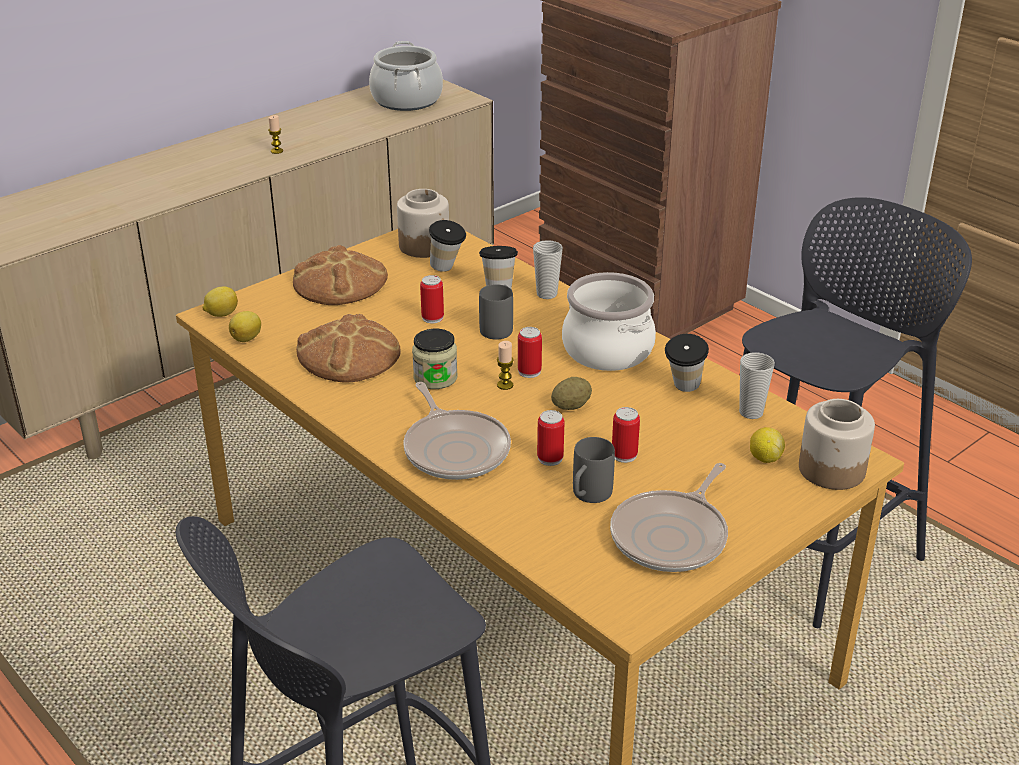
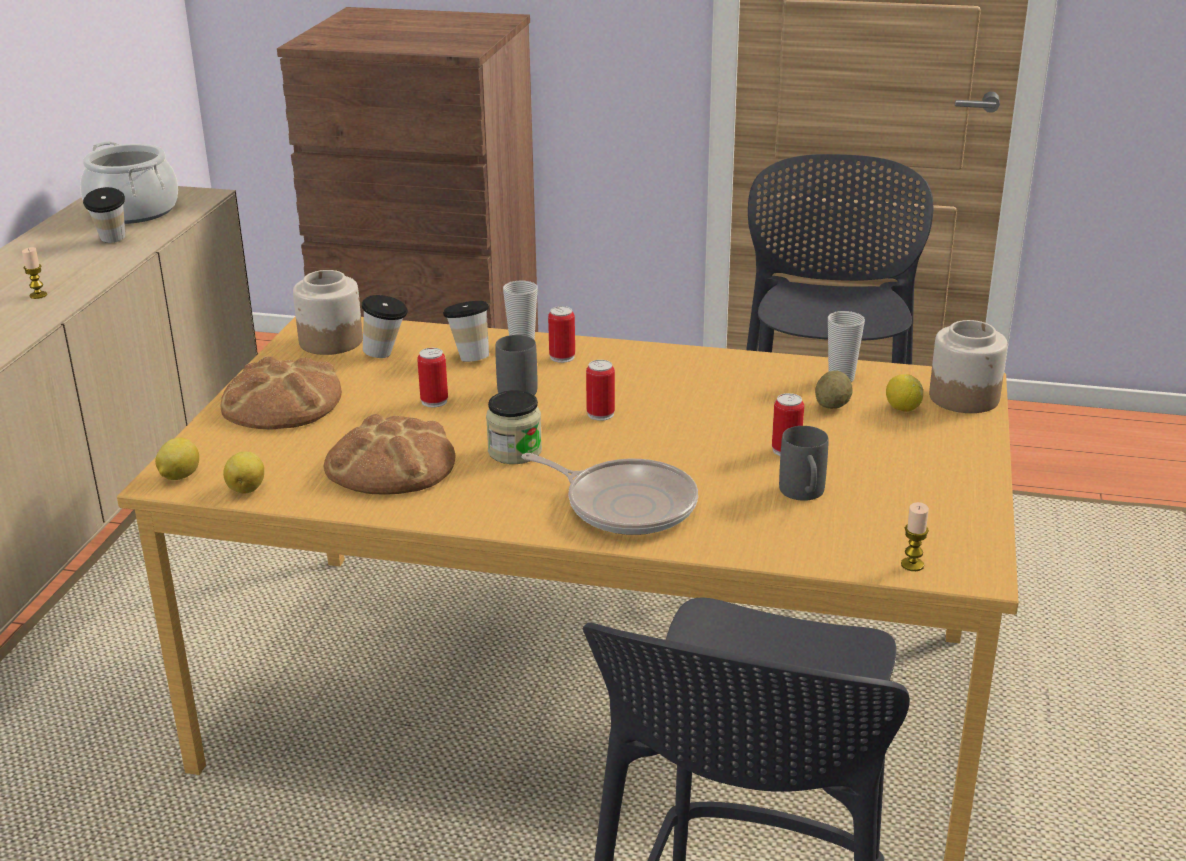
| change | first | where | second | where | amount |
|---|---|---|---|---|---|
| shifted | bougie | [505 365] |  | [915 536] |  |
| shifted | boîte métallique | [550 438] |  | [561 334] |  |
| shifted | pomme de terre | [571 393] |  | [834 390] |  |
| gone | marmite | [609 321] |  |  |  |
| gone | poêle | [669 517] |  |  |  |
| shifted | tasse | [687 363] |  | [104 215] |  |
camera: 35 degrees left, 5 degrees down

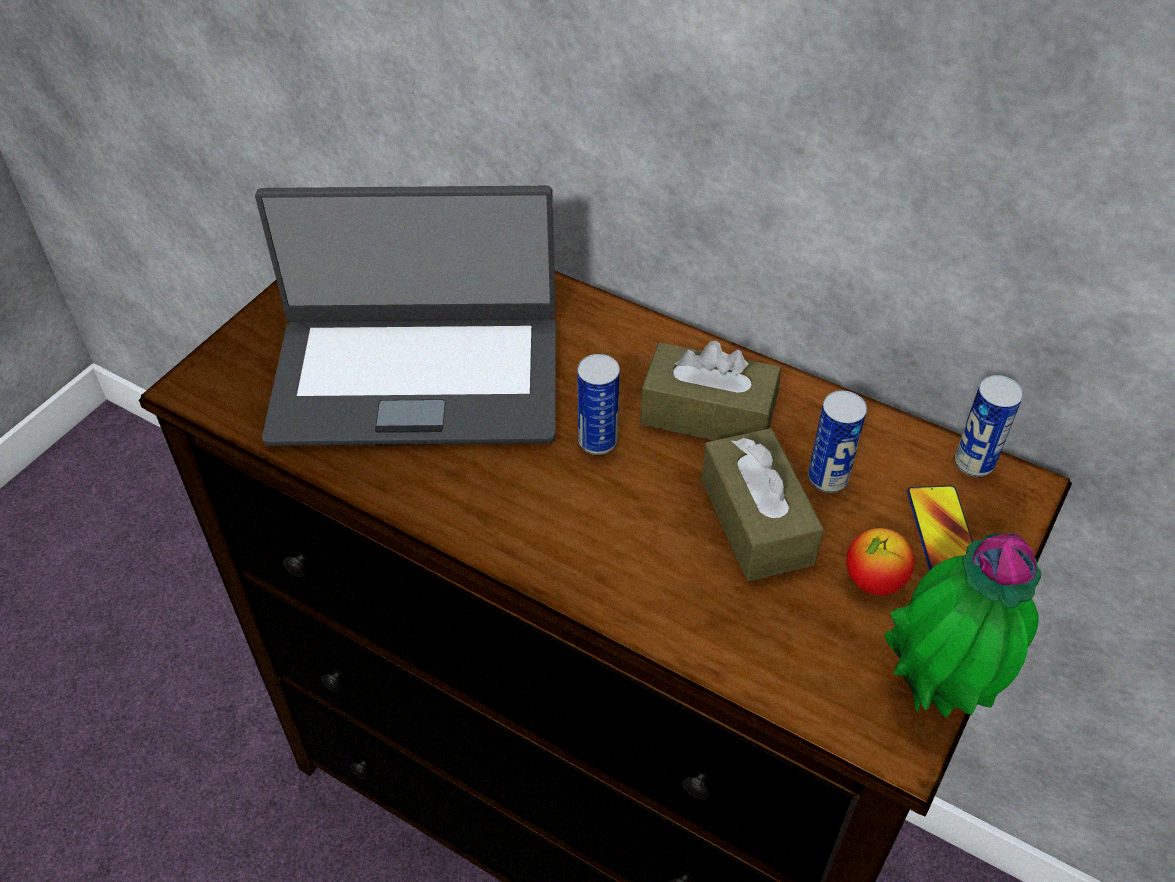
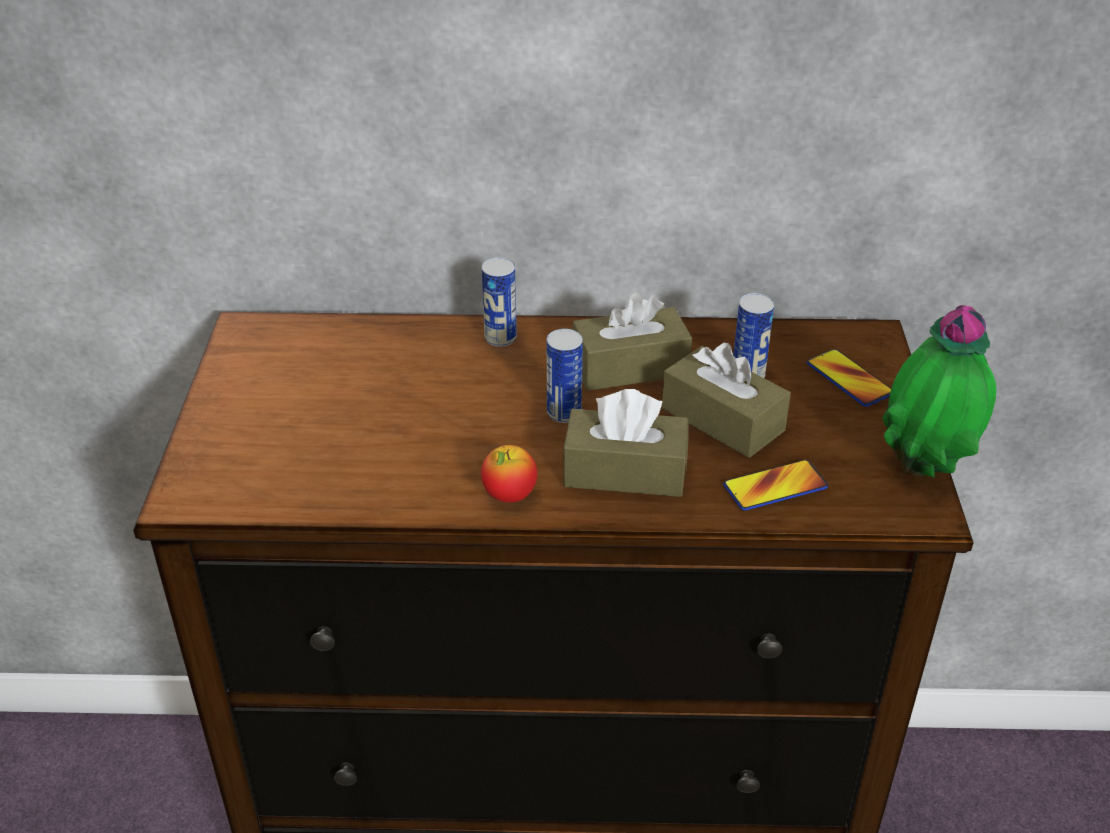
| change | first | where | second | where | amount |
|---|---|---|---|---|---|
| gone | ordinateur portable | [405 316] |  |  |  |
| shifted | pomme | [880 561] |  | [509 474] |  |
| shifted | boîte métallique | [988 426] |  | [499 302] |  |
| new |  |  | boîte à mouchoirs/marron | [625 443] |  |
| new |  |  | téléphone | [776 485] |  |
camera: 30 degrees left, 10 degrees down

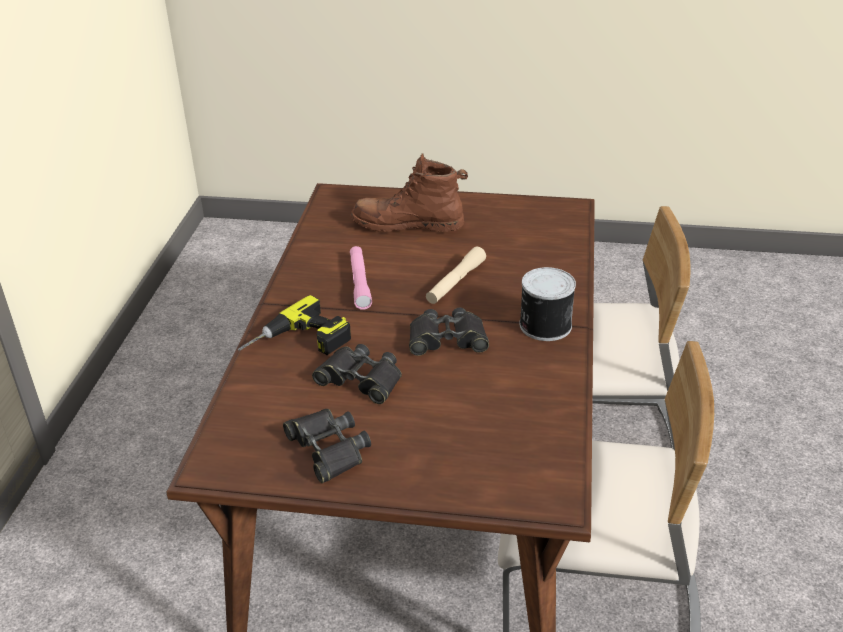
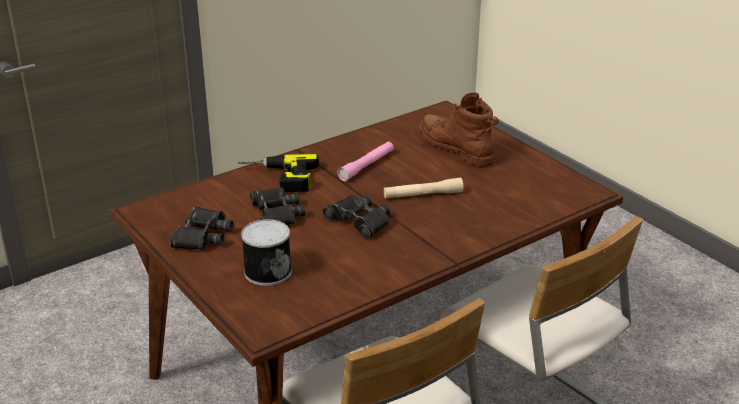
| change | first | where | second | where | amount |
|---|---|---|---|---|---|
| shifted | boîte métallique | [548 304] |  | [266 252] |  |
camera: 45 degrees right, 5 degrees down

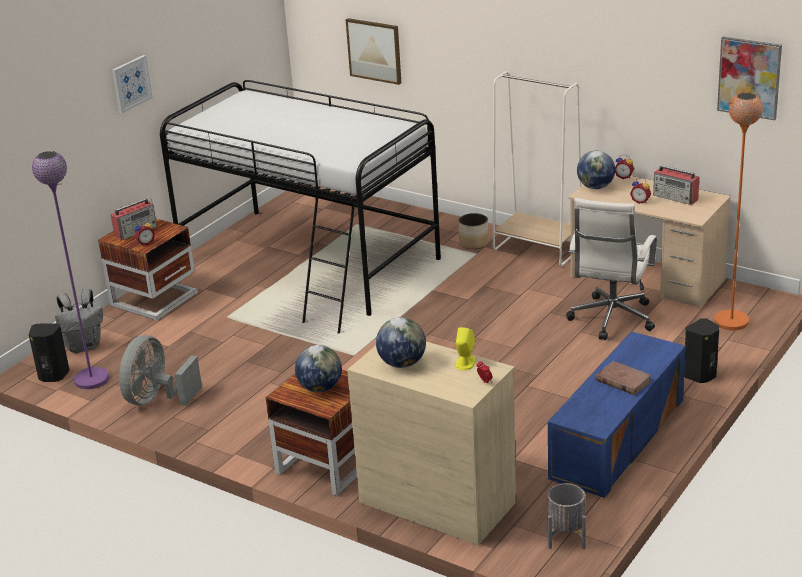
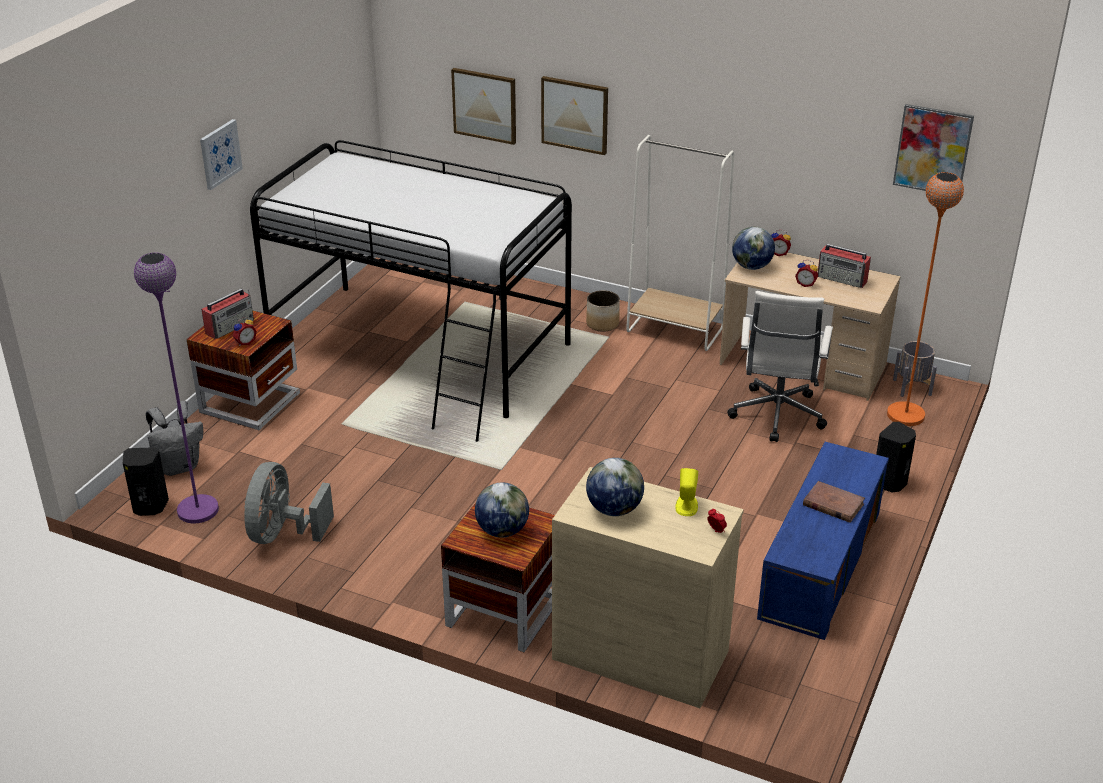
| change | first | where | second | where | amount |
|---|---|---|---|---|---|
| shifted | cache-pot/gris | [566 516] |  | [915 369] |  |
| new |  |  | tableau | [574 115] |  |
camera: 10 degrees left, 5 degrees up

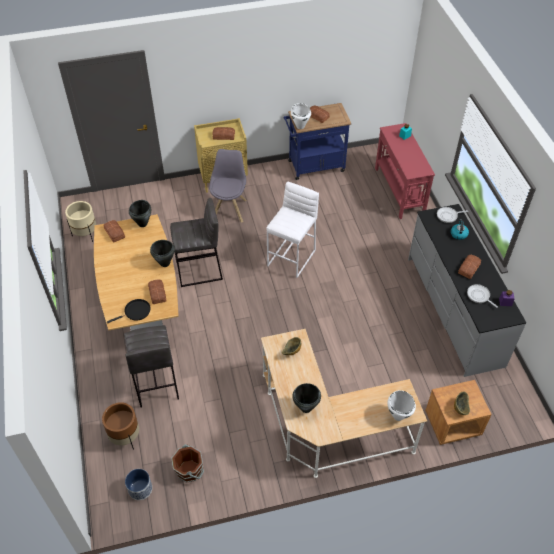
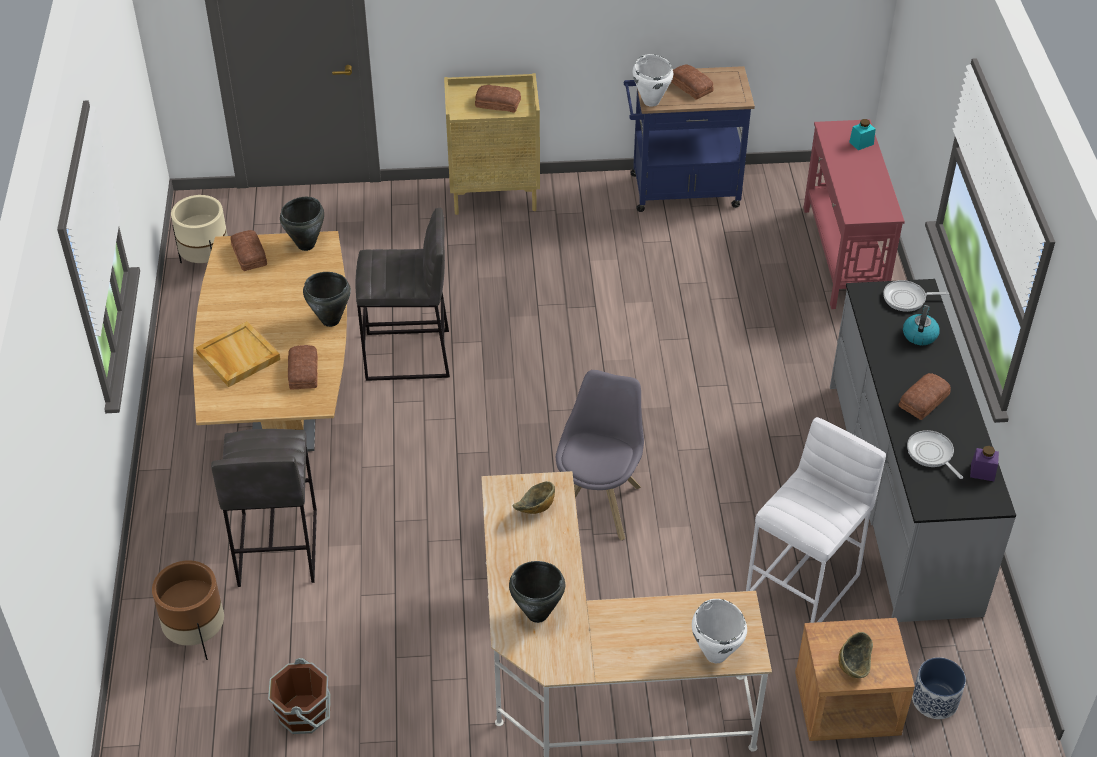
| change | first | where | second | where | amount |
|---|---|---|---|---|---|
| gone | poêle/noir | [129 311] |  |  |  |
| shifted | cache-pot | [138 484] |  | [939 688] |  |
| shifted | chaise/gris | [228 186] |  | [600 455] |  |
| shifted | tabouret/blanc | [292 230] |  | [816 520] |  |
| new |  |  | plateau/beige | [238 354] |  |
camera: 10 degrees right, 5 degrees down

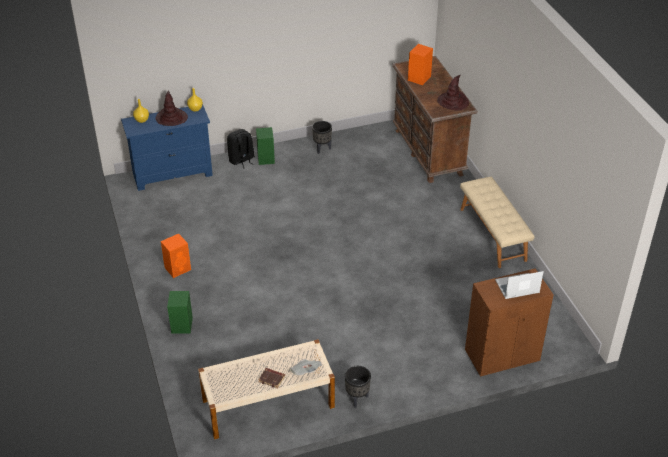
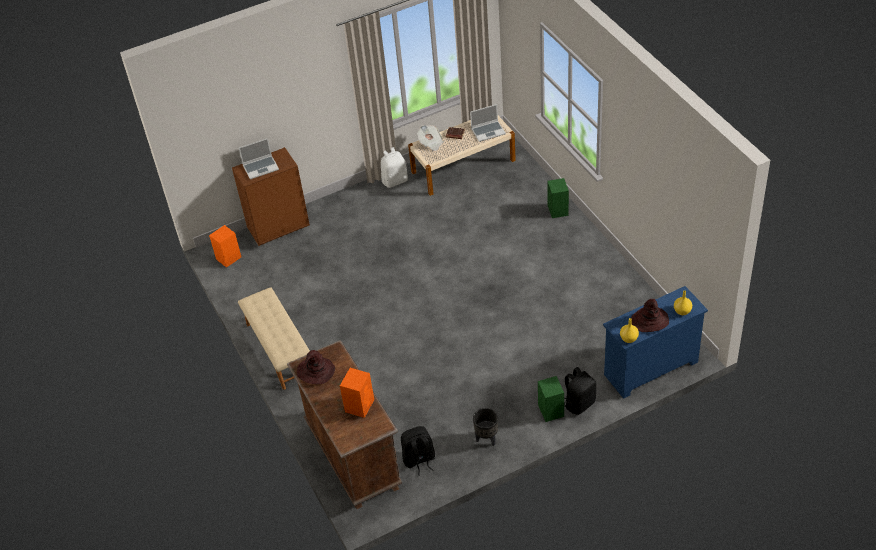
| change | first | where | second | where | amount |
|---|---|---|---|---|---|
| shifted | enceinte/orange | [176 256] |  | [225 246] |  |
| swapped | cache-pot/noir | [358 387] | sac à dos/blanc | [394 167] |  |
| new |  |  | sac à dos/noir | [418 451] |  |
| new |  |  | ordinateur portable | [488 123] |  |
camera: 175 degrees right, 5 degrees up

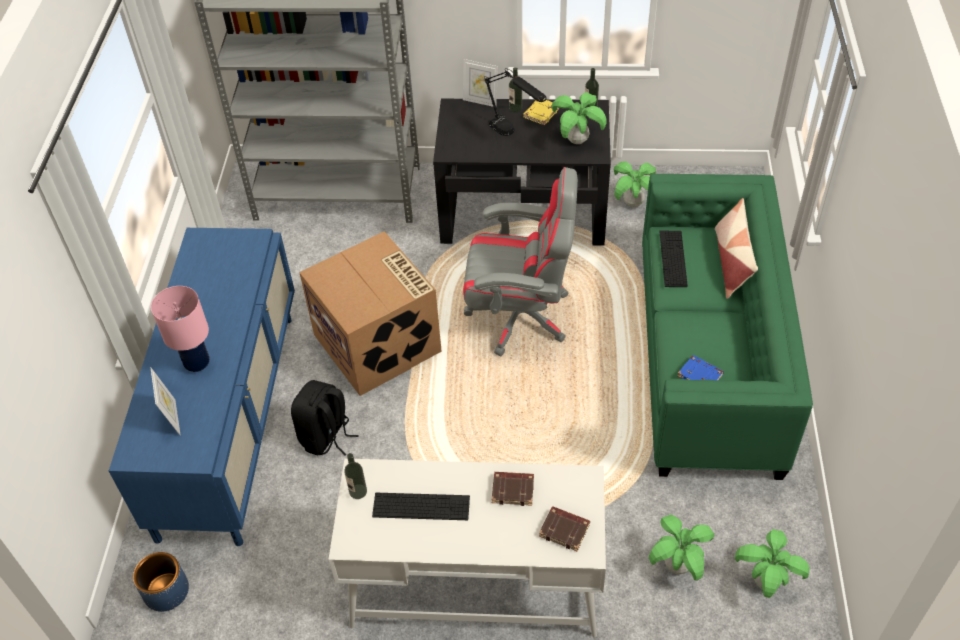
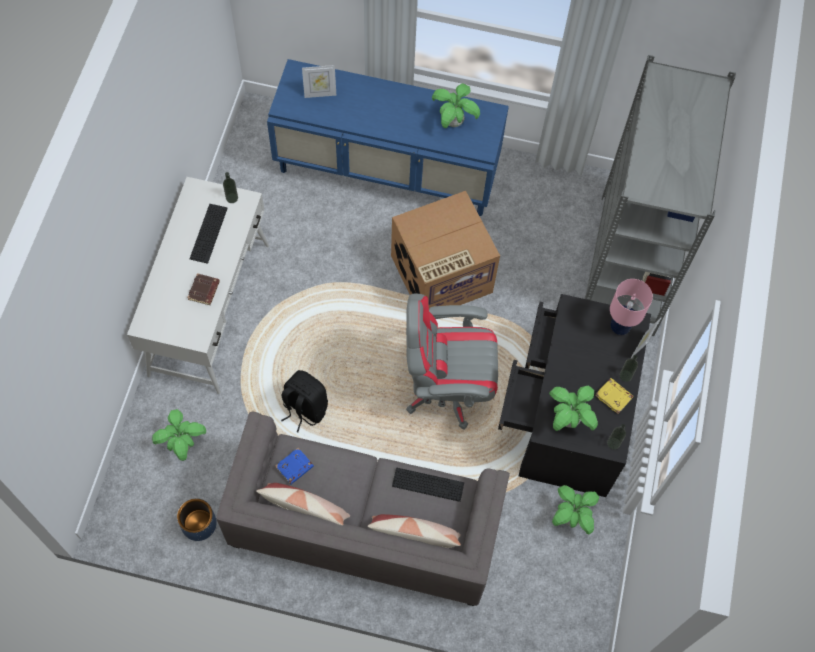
| change | first | where | second | where | amount |
|---|---|---|---|---|---|
| shifted | cache-pot/bleu | [161 582] |  | [197 519] |  |
| shifted | lampe de table/rose | [180 329] |  | [631 307] |  |
| shifted | sac à dos/noir | [325 417] |  | [304 401] |  |
| rotated | chaise de bureau/gris | [520 261] |  | [452 361] | 75 degrees clockwise |
| gone | lampe de table/noir | [515 102] |  |  |  |
| gone | livre/marron | [564 529] |  |  |  |
| repainted | canapé/vert | [727 327] | canapé/gris | [363 509] |  |
| shifted | plante en pot | [772 563] |  | [456 106] |  |
| new |  |  | coussin | [303 504] |  |
camera: 95 degrees right, 15 degrees up

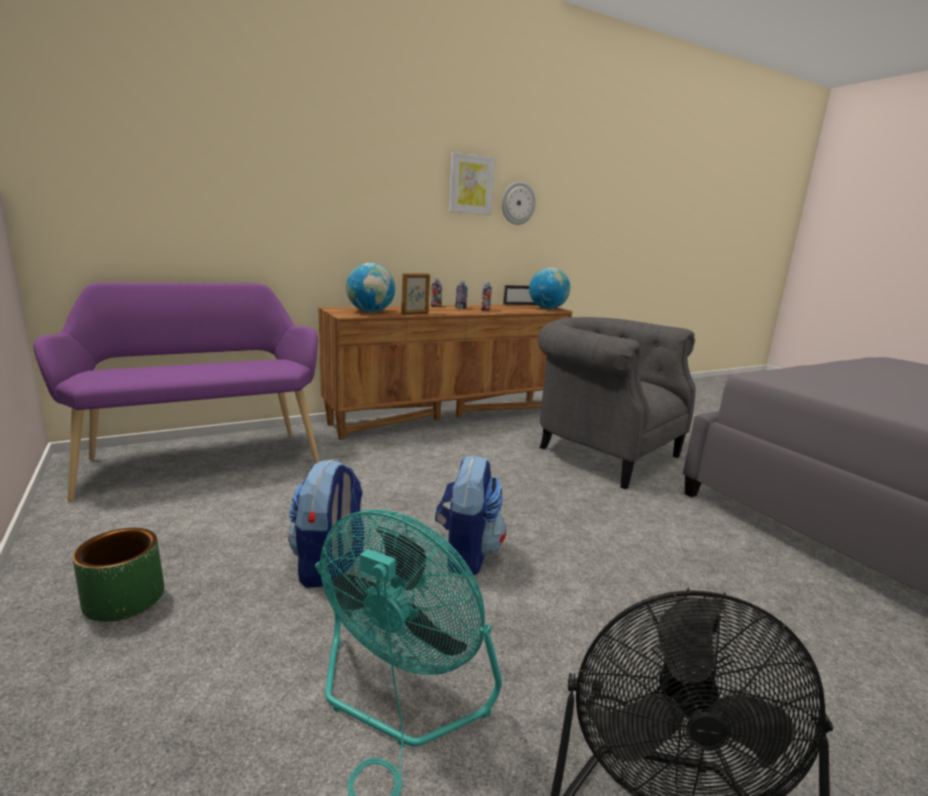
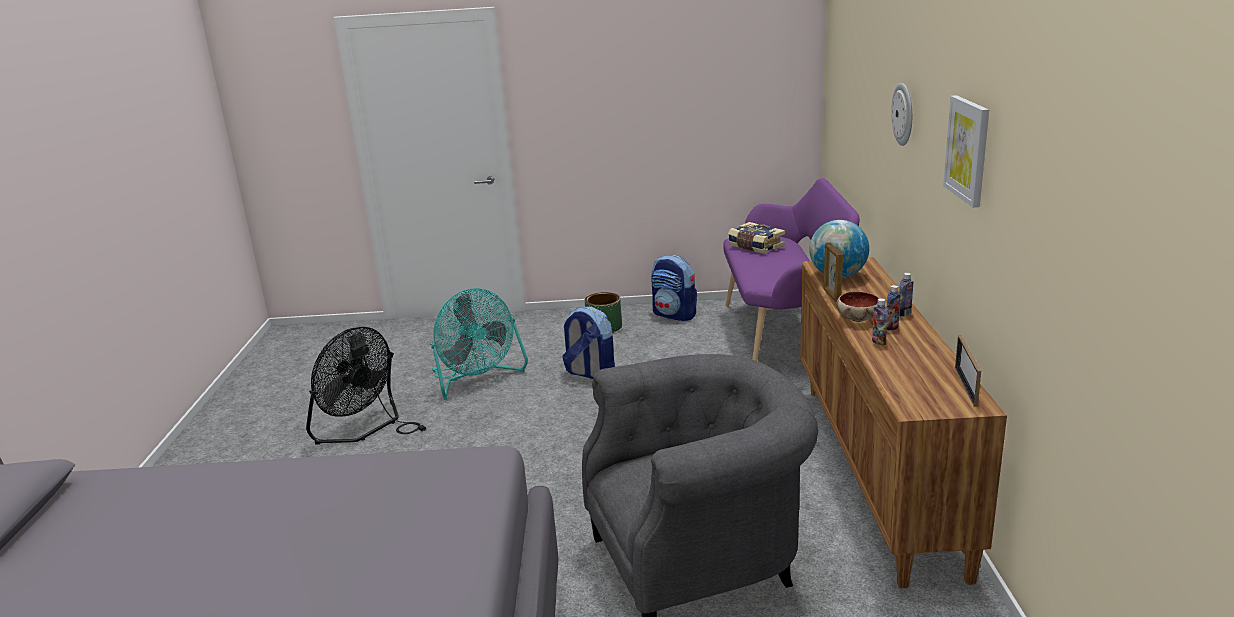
| change | first | where | second | where | amount |
|---|---|---|---|---|---|
| shifted | sac à dos | [470 515] |  | [674 288] |  |
| shifted | horloge murale | [519 203] |  | [901 114] |  |
| gone | globe | [549 288] |  |  |  |
| new |  |  | livre | [756 238] |  |
| new |  |  | bol | [857 307] |  |
camera: 120 degrees right, 5 degrees up

